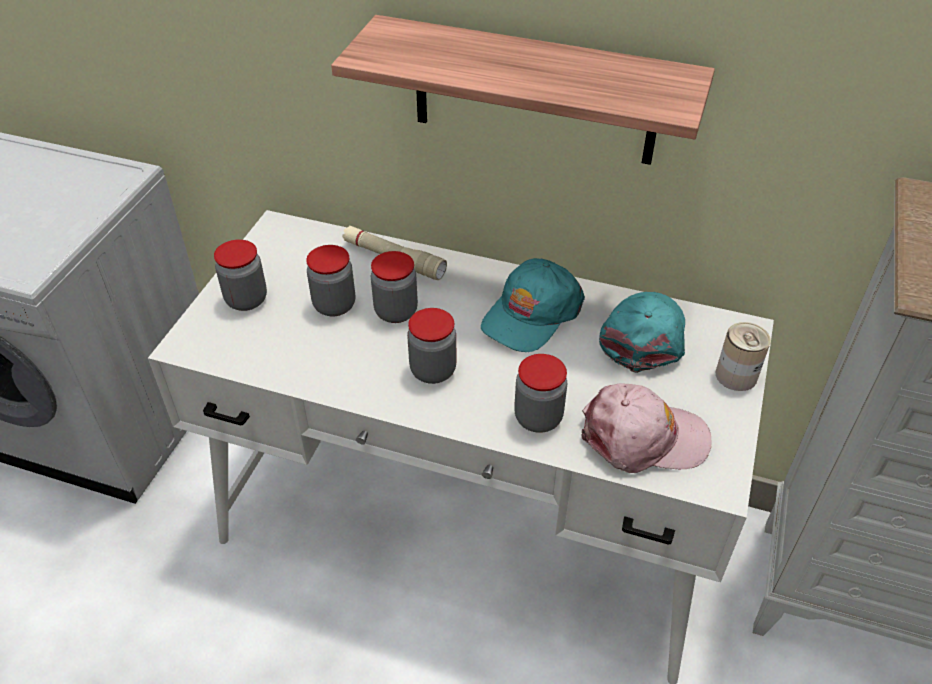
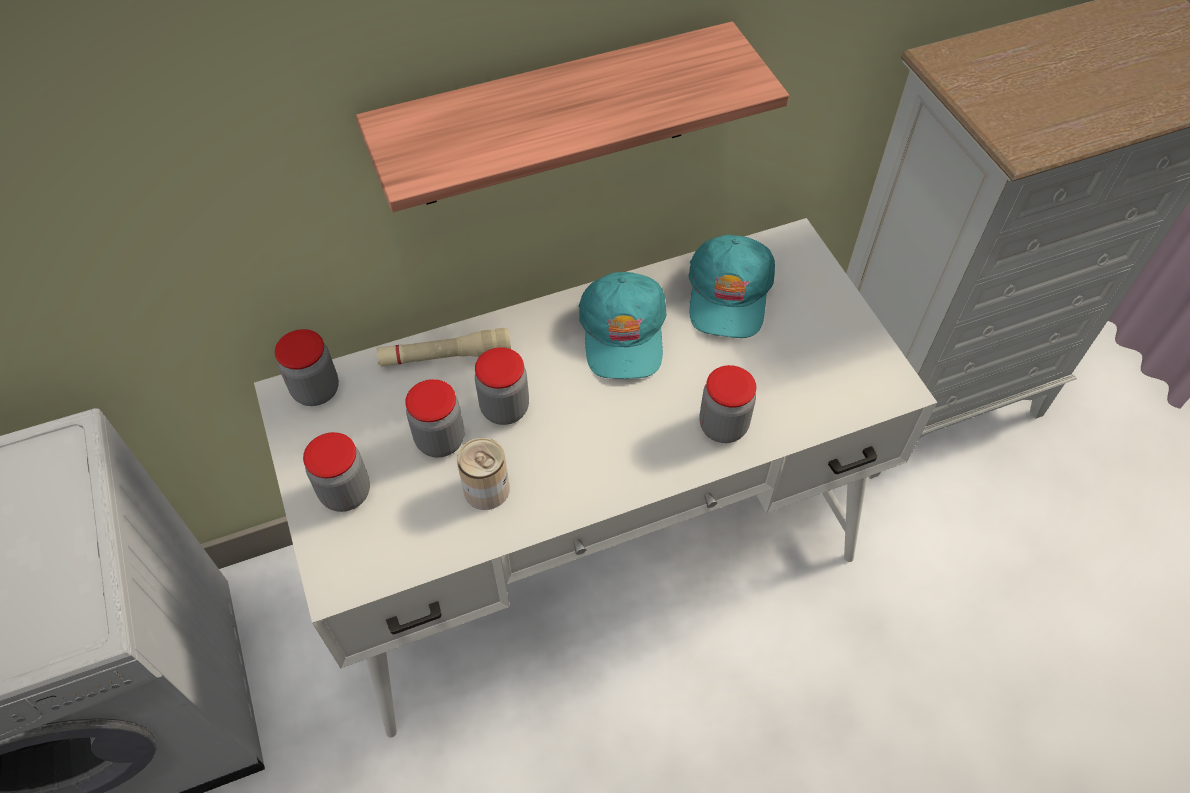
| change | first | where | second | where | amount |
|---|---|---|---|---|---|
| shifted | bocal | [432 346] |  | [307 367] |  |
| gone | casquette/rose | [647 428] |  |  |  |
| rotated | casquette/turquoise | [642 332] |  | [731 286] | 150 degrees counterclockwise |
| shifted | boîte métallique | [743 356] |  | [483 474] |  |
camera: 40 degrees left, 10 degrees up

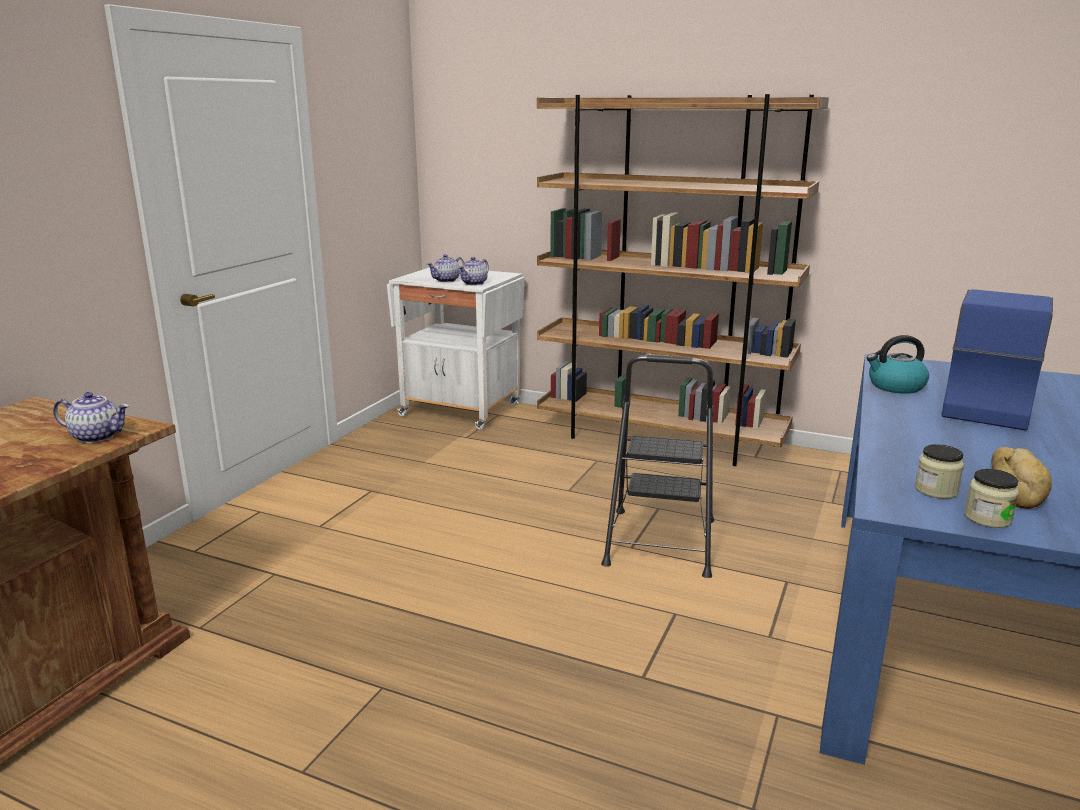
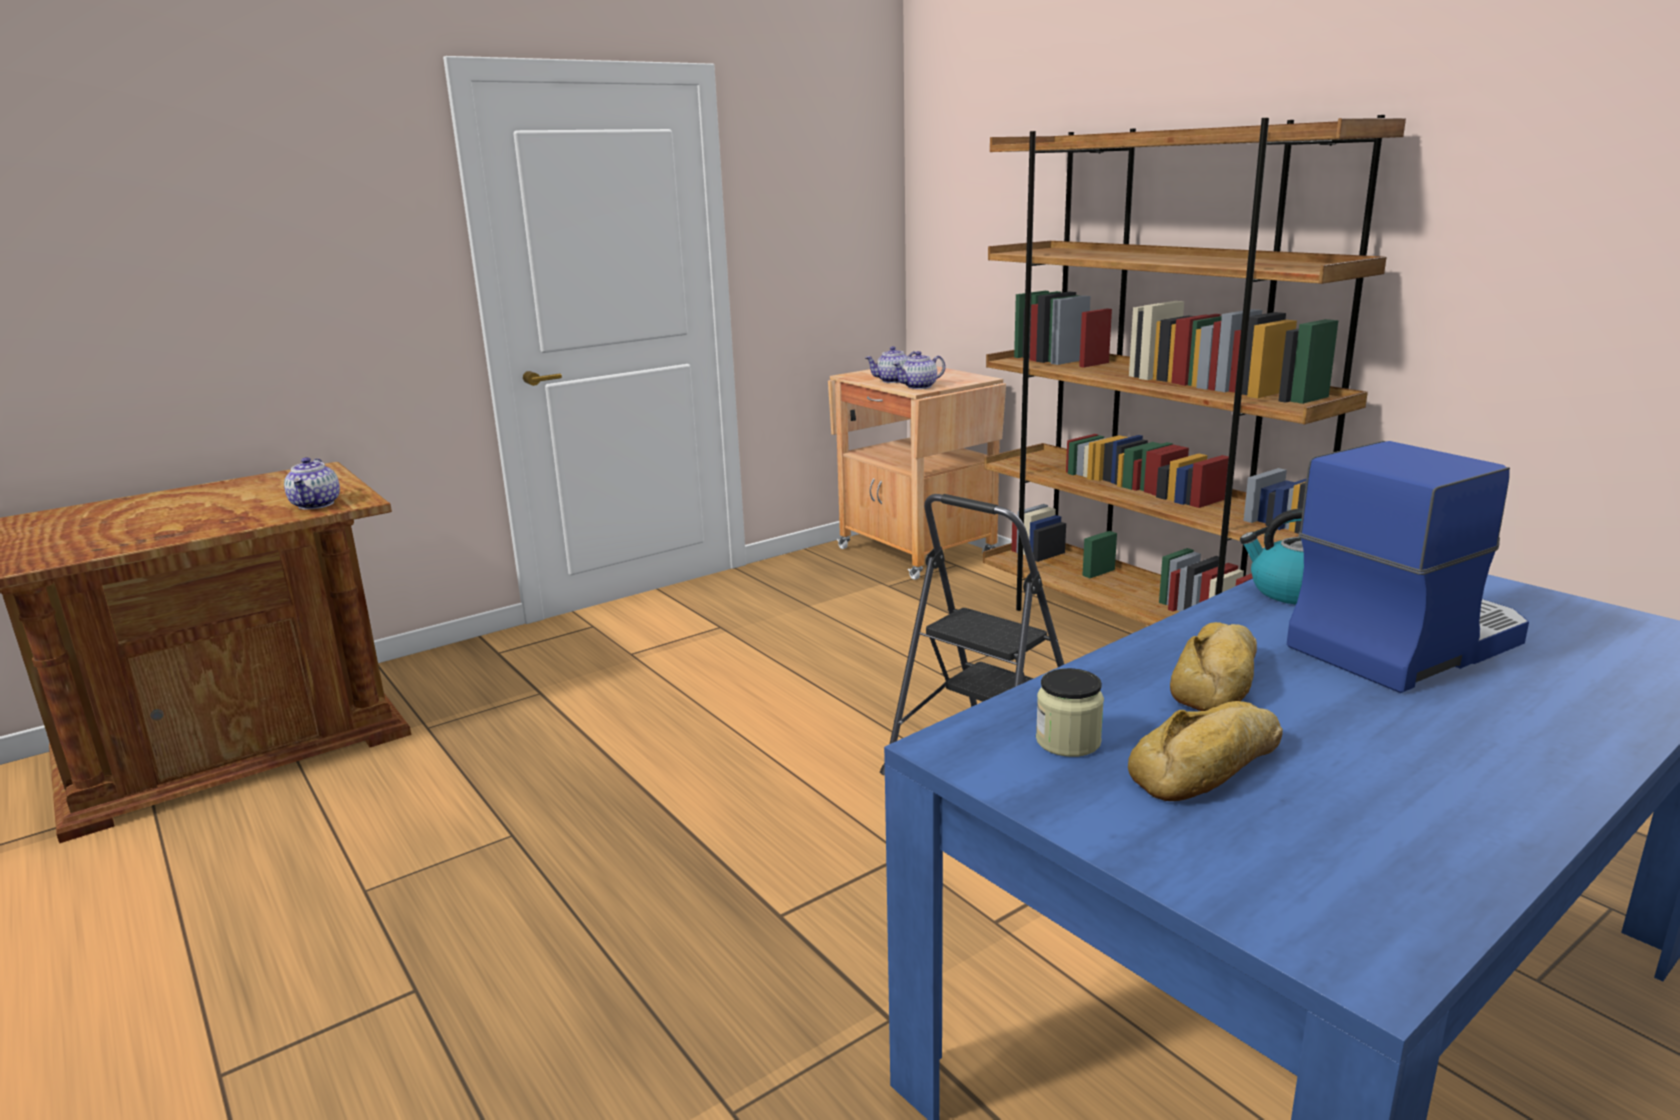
| change | first | where | second | where | amount |
|---|---|---|---|---|---|
| rotated | théière | [91 417] |  | [312 483] | 45 degrees clockwise |
| repainted | chariot/blanc | [456 348] | chariot/marron | [917 473] |  |
| gone | bocal | [991 498] |  |  |  |
| new |  |  | pain | [1213 666] |  |
camera: 30 degrees right, 0 degrees up

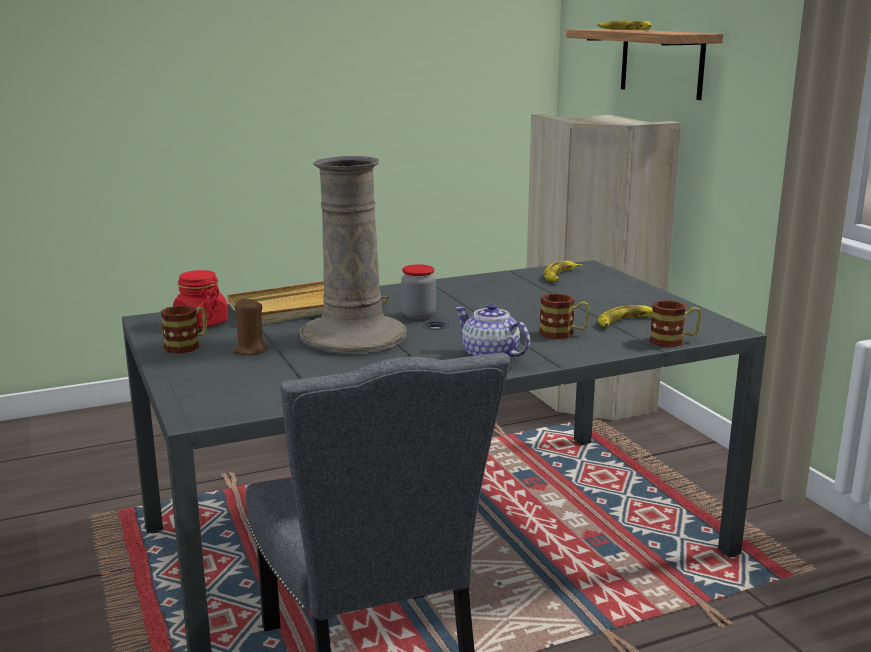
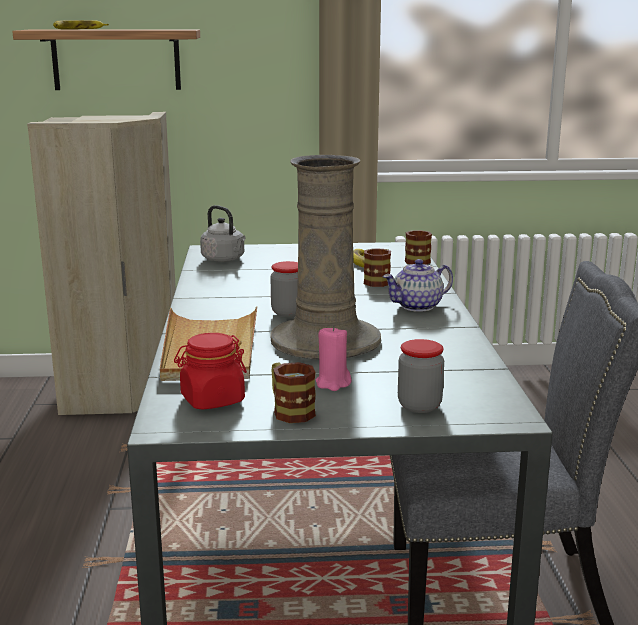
| change | first | where | second | where | amount |
|---|---|---|---|---|---|
| repainted | bougie/marron | [250 326] | bougie/rose | [334 358] |  |
| swapped | banane | [563 271] | bouilloire/gris | [223 233] |  |
| new |  |  | bocal | [421 376] |  |
camera: 70 degrees left, 0 degrees up

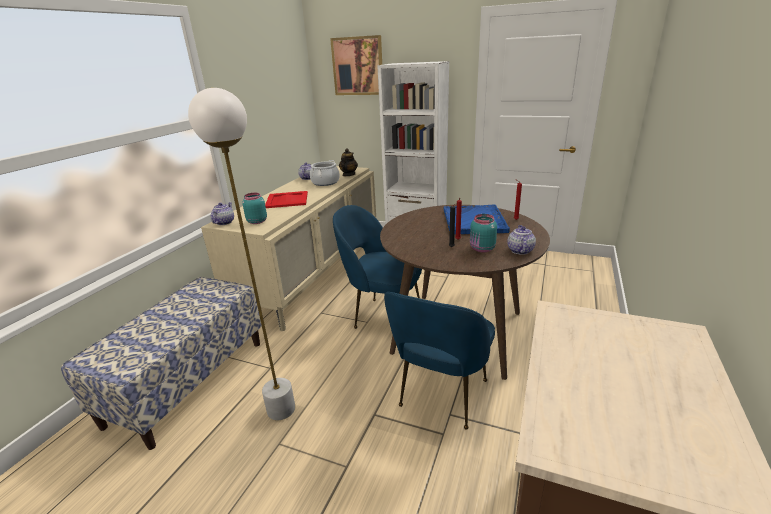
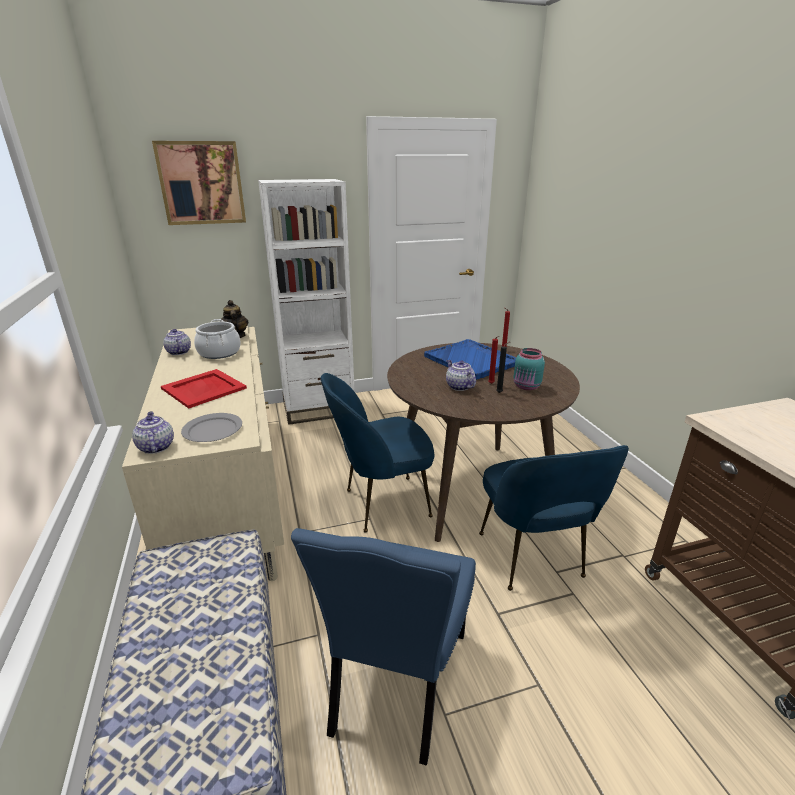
| change | first | where | second | where | amount |
|---|---|---|---|---|---|
| swapped | lampadaire/blanc | [241 254] | chaise/bleu | [383 647] |  |
| swapped | bocal/turquoise | [254 208] | assiette/gris | [211 427] |  |
| shifted | théière | [521 240] |  | [461 375] |  |
camera: 40 degrees left, 0 degrees up

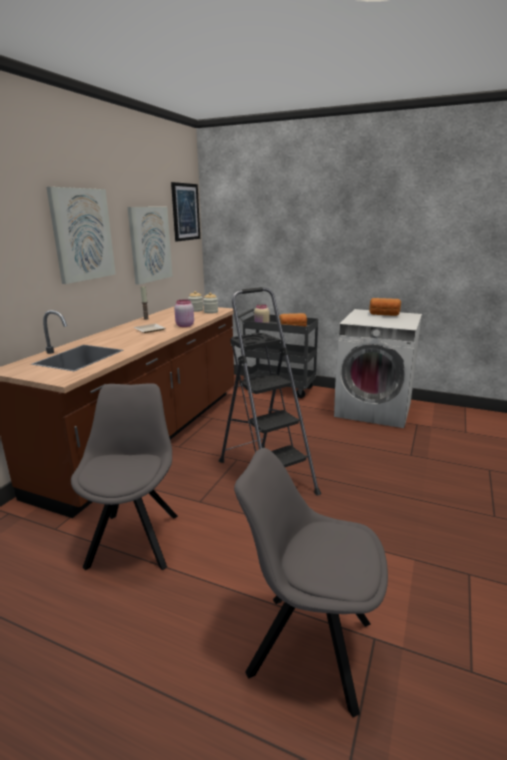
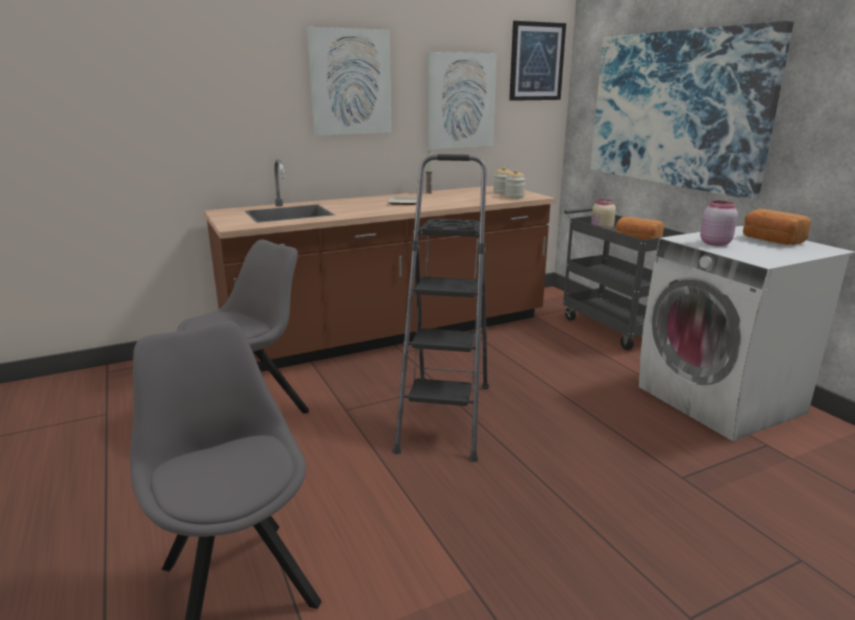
| change | first | where | second | where | amount |
|---|---|---|---|---|---|
| shifted | bocal/rose | [184 313] |  | [719 223] |  |
| new |  |  | tableau | [692 110] |  |
camera: 40 degrees right, 0 degrees up

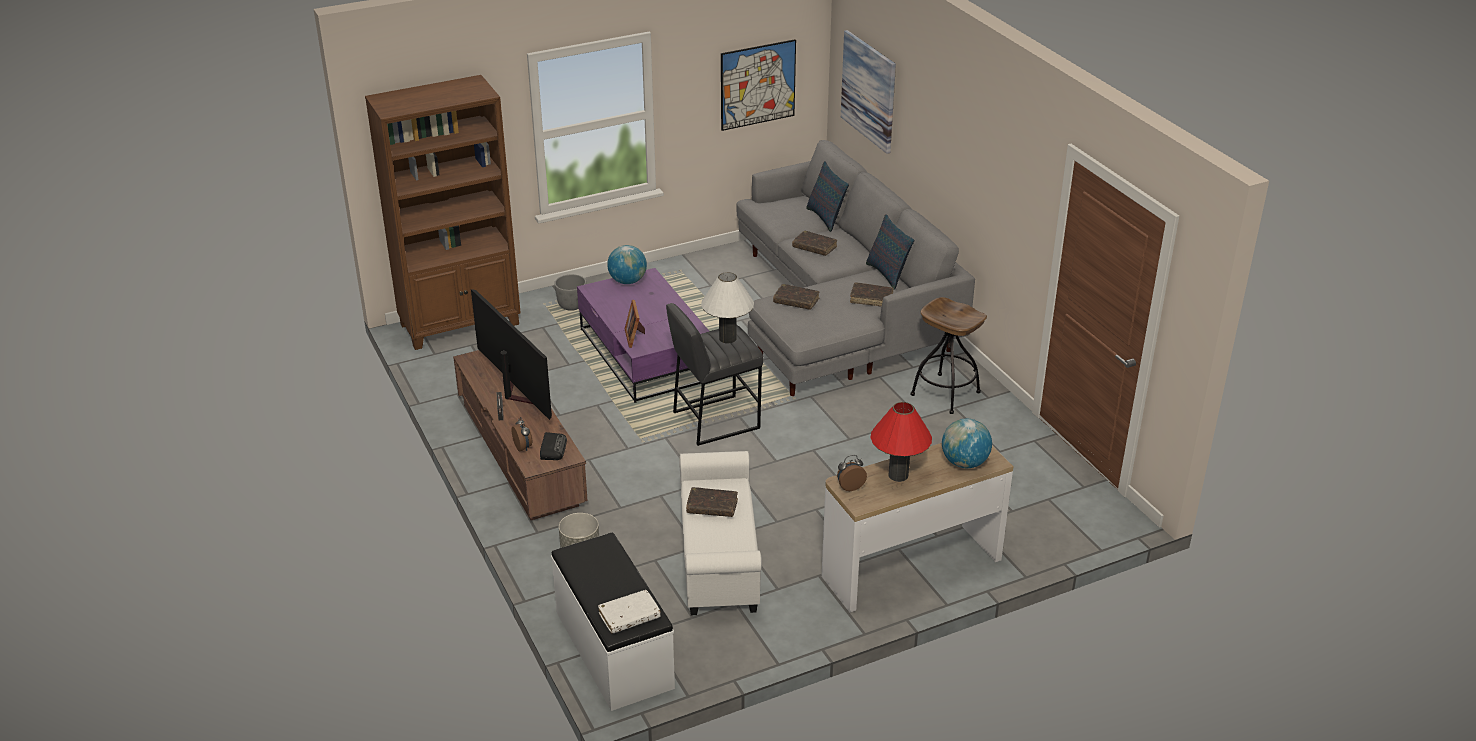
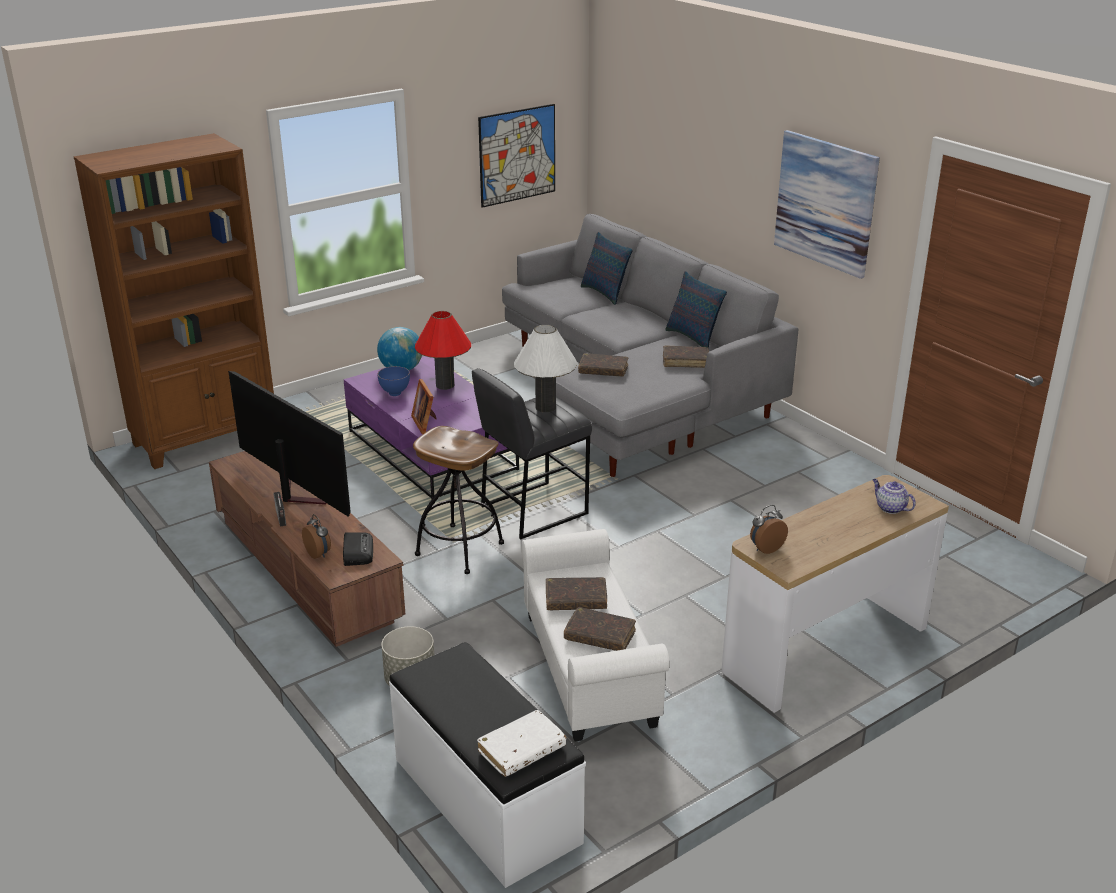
| change | first | where | second | where | amount |
|---|---|---|---|---|---|
| gone | cache-pot/gris | [570 292] |  |  |  |
| shifted | livre/marron | [814 243] |  | [600 629] |  |
| shifted | tableau | [868 92] |  | [827 204] |  |
| shifted | lampe de table/rouge | [901 442] |  | [443 350] |  |
| shifted | tabouret/marron | [949 355] |  | [458 500] |  |
| swapped | globe | [967 443] | théière | [894 496] |  |
| new |  |  | bol/bleu | [393 381] |  |
camera: 10 degrees left, 5 degrees down

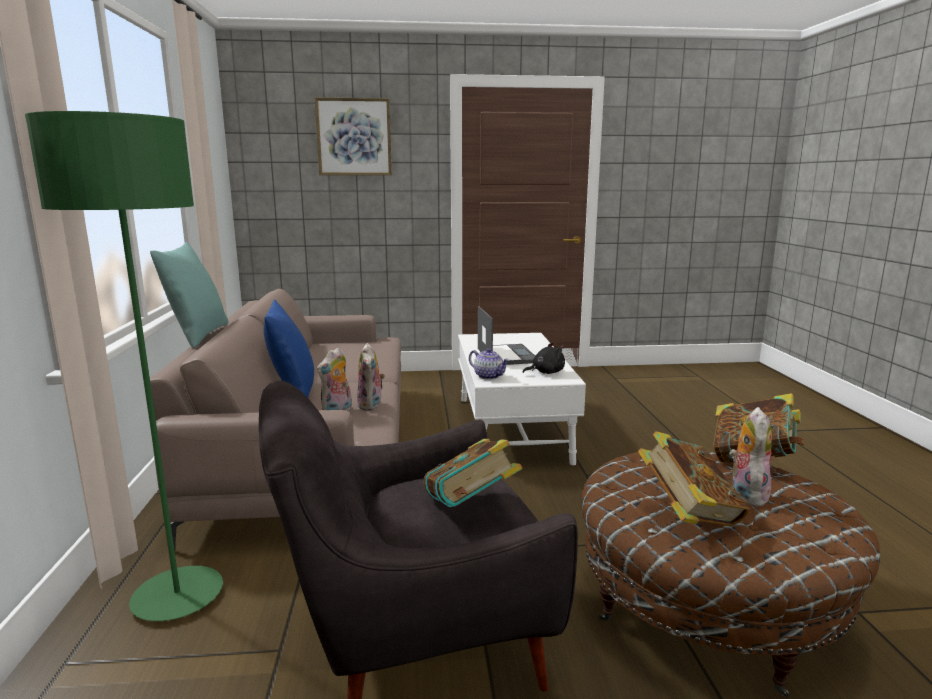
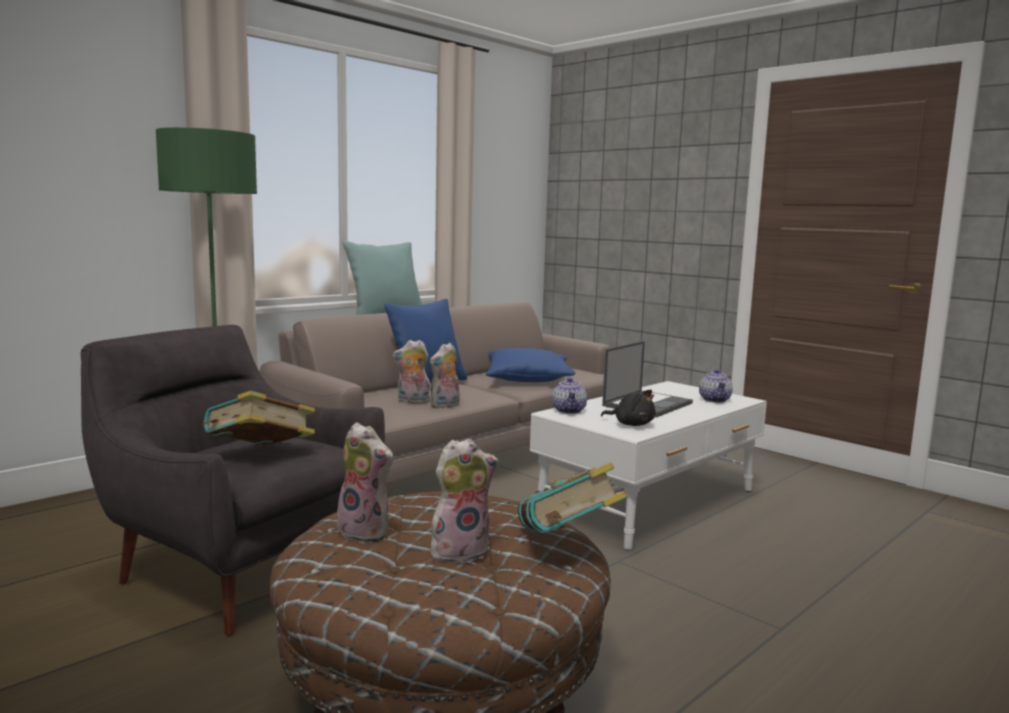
| change | first | where | second | where | amount |
|---|---|---|---|---|---|
| gone | tableau | [353 136] |  |  |  |
| swapped | livre | [694 478] | peluche | [365 482] |  |
| new |  |  | coussin/bleu | [531 365] |  |
| new |  |  | théière | [716 386] |  |
camera: 50 degrees right, 5 degrees down

